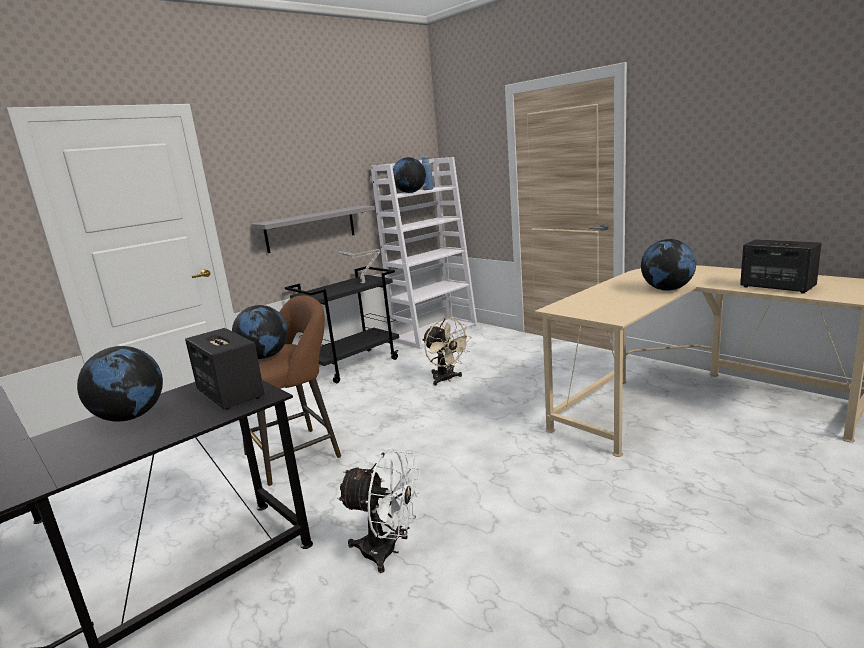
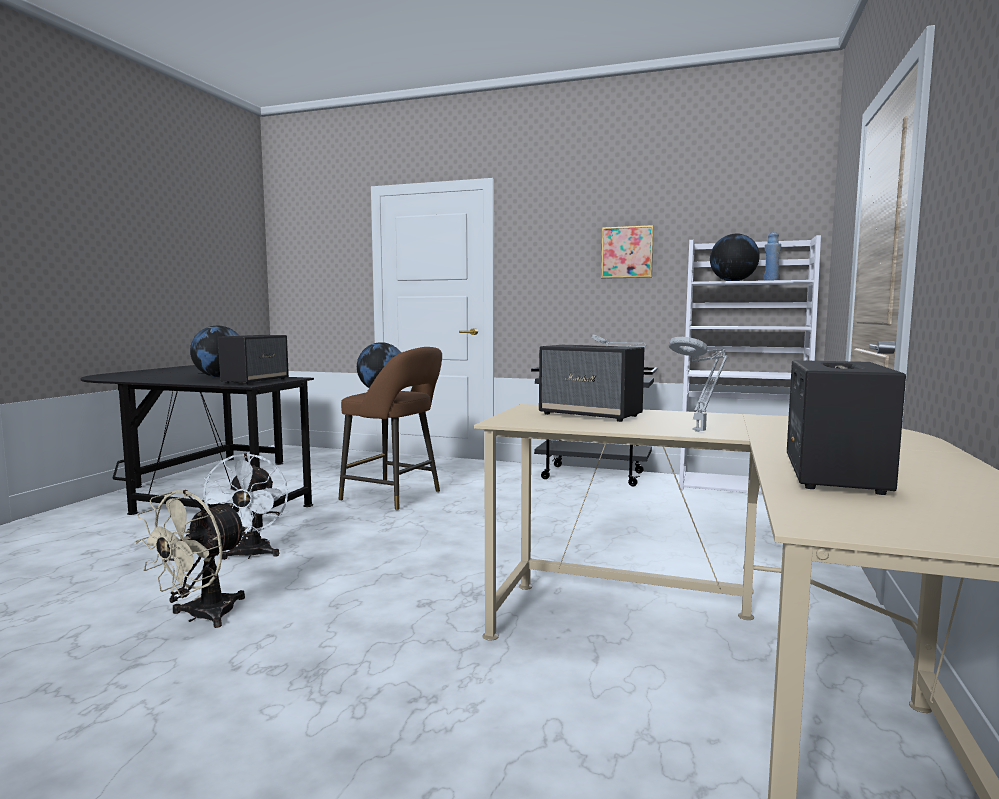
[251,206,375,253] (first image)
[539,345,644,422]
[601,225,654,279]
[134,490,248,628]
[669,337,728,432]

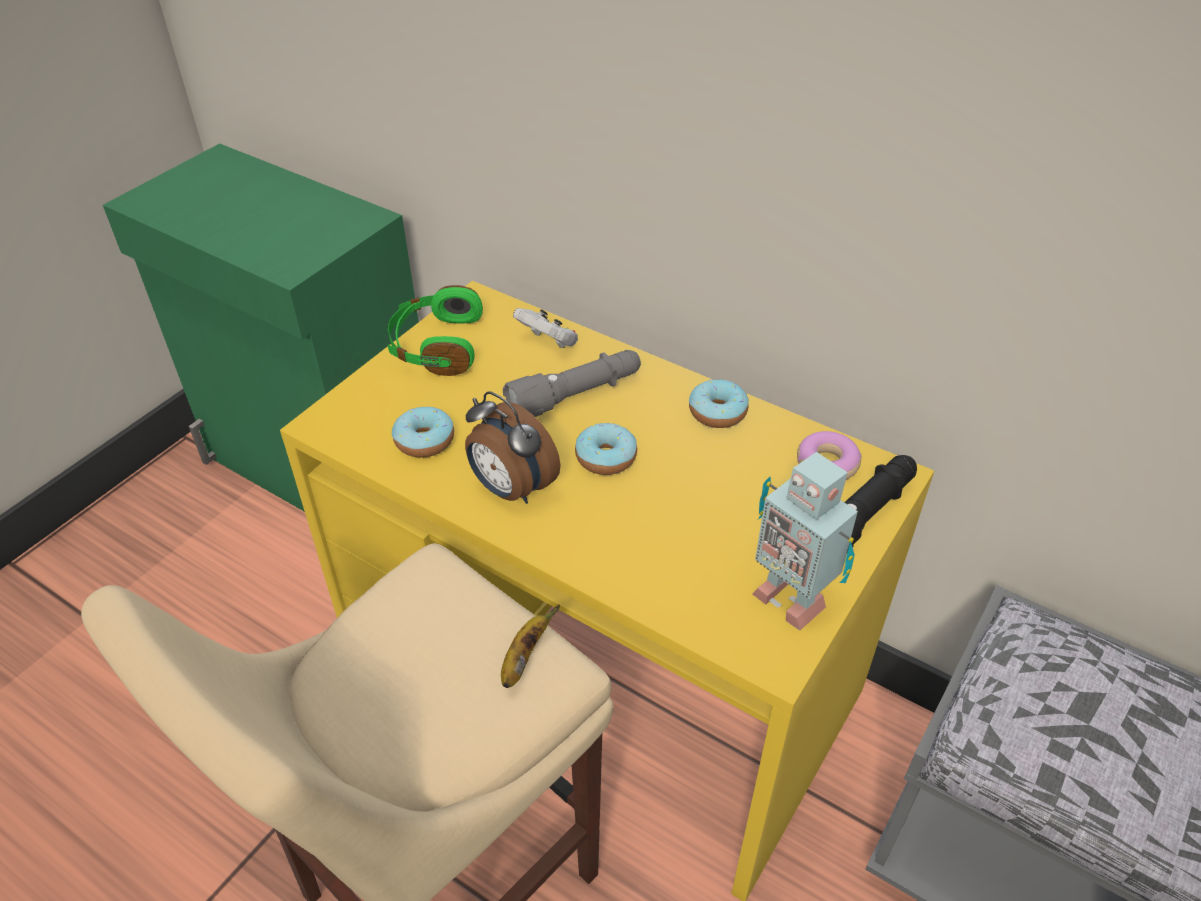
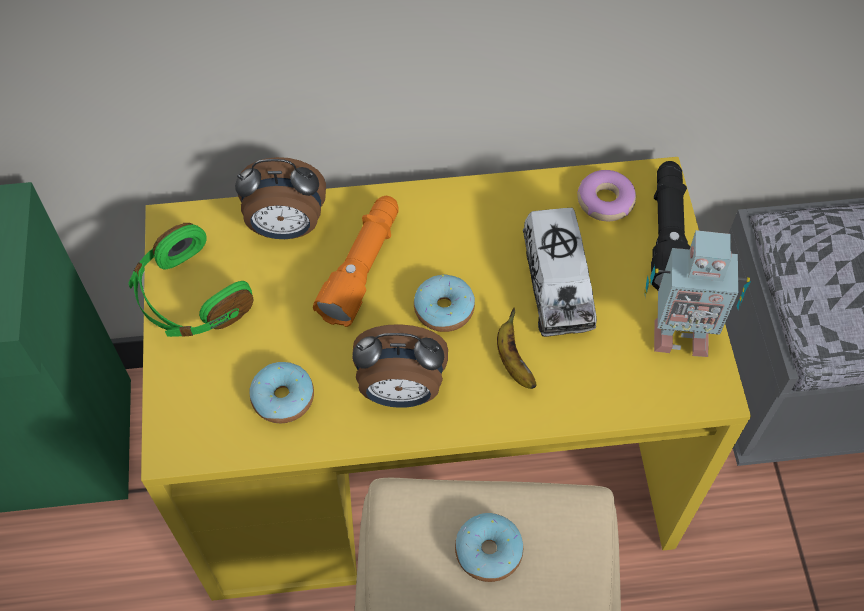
[523,208,597,337]
[497,308,537,389]
[455,513,523,582]
[235,157,326,239]
[313,196,398,327]

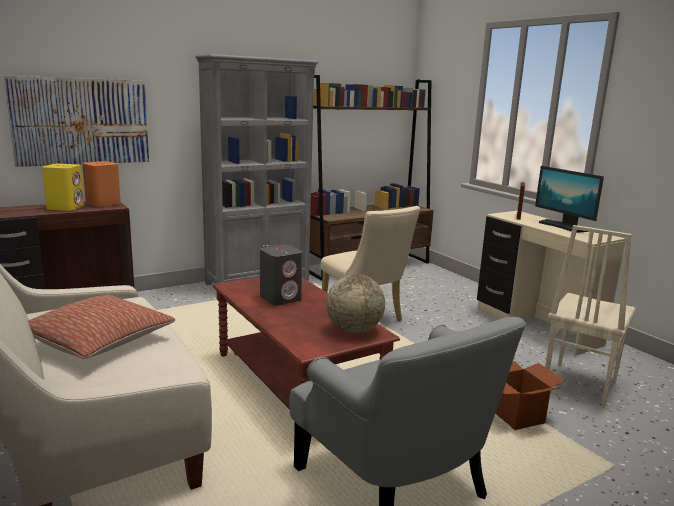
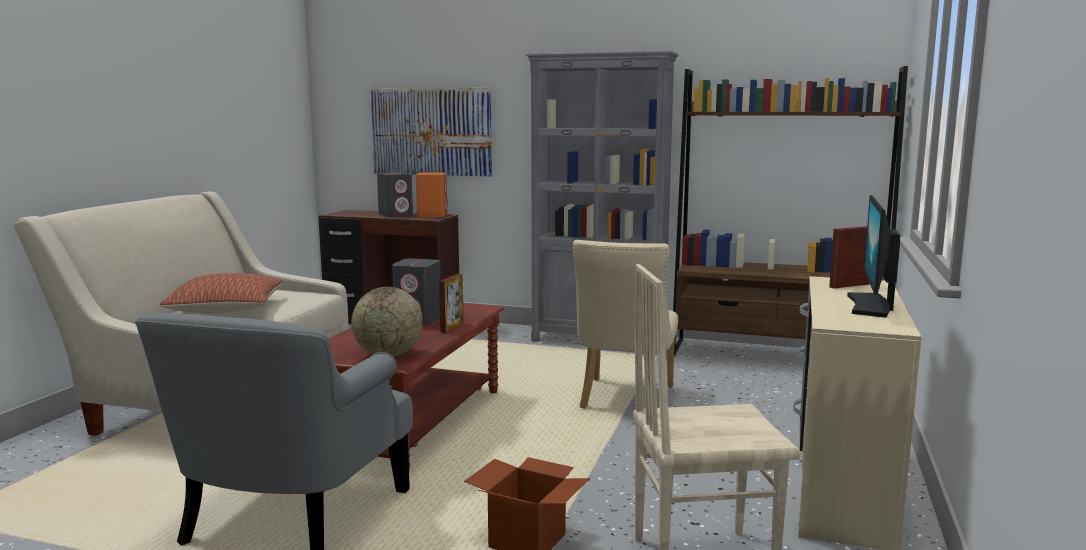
[439,273,464,333]
[377,172,413,217]

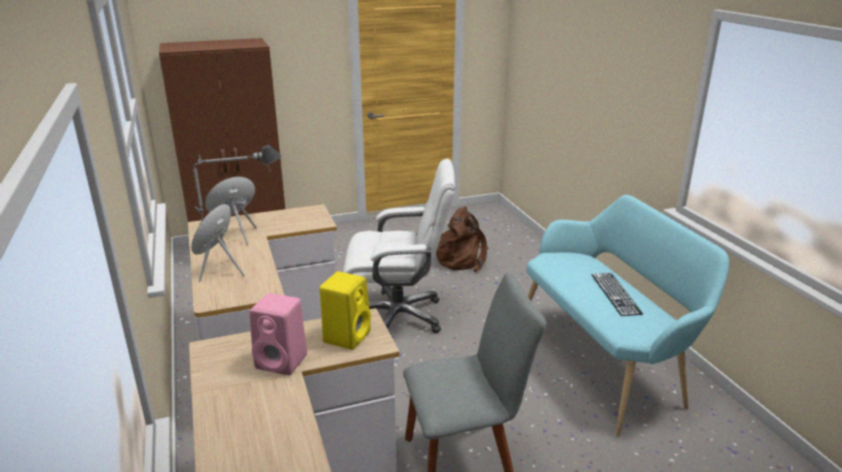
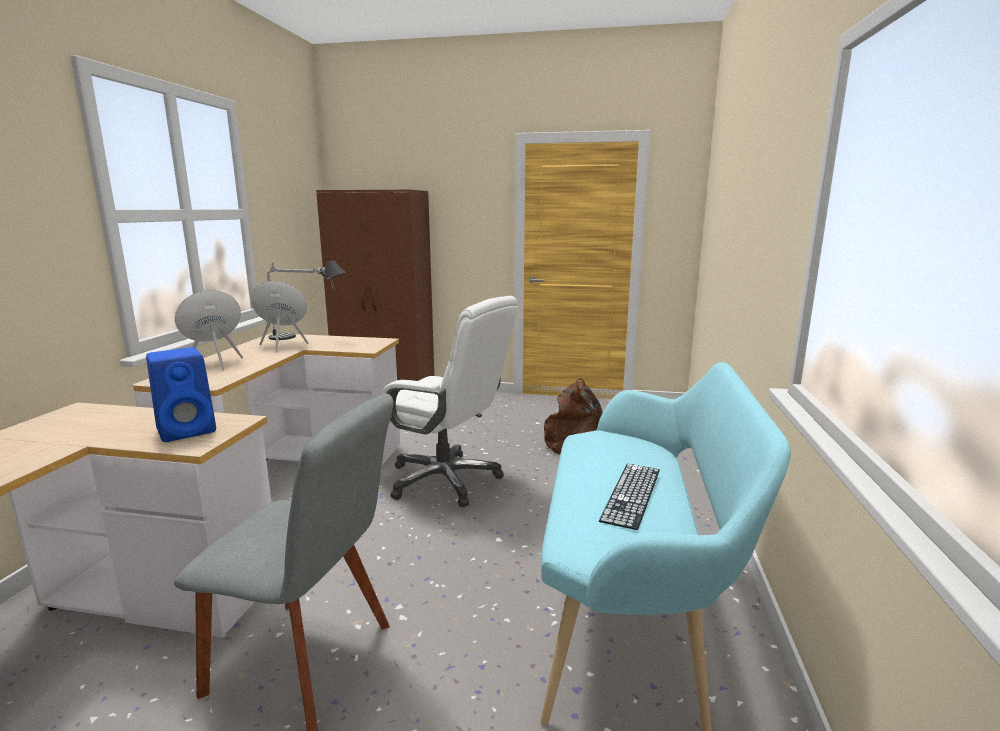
[250,293,307,375] (first image)
[146,347,216,442]

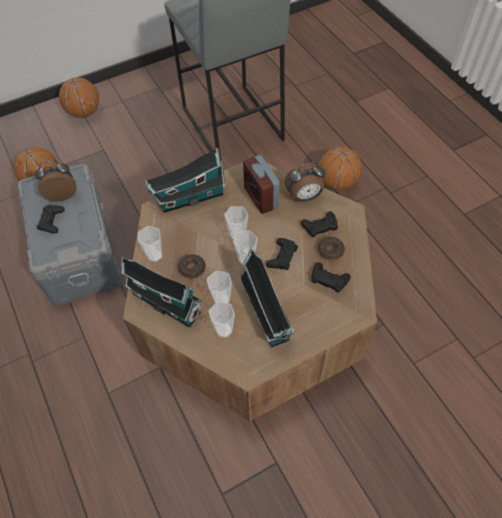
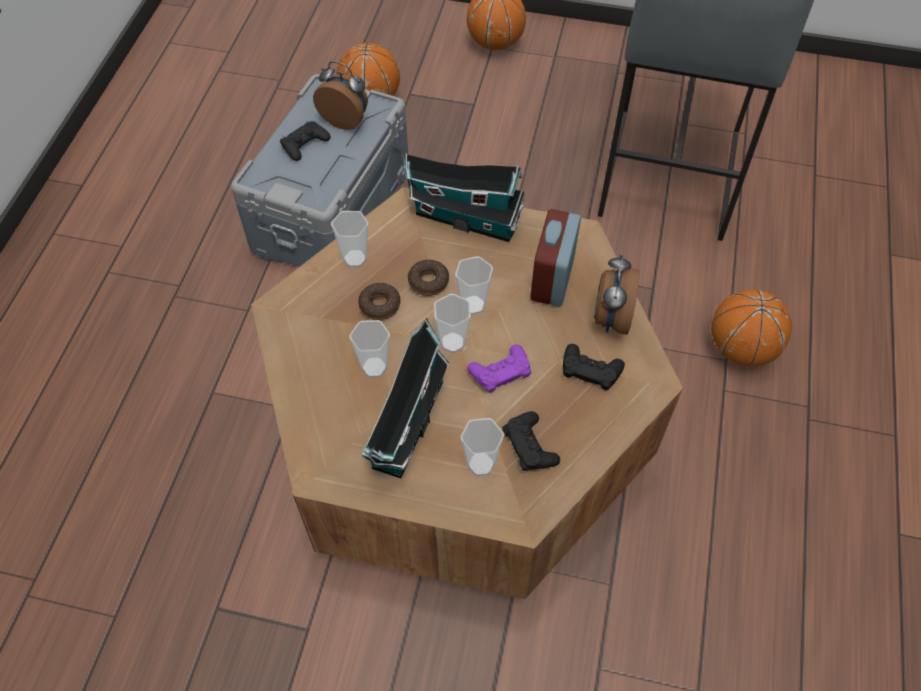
[121,257,202,328] (first image)
[461,418,504,476]
[408,260,449,296]
[467,344,531,393]
[594,254,640,335]

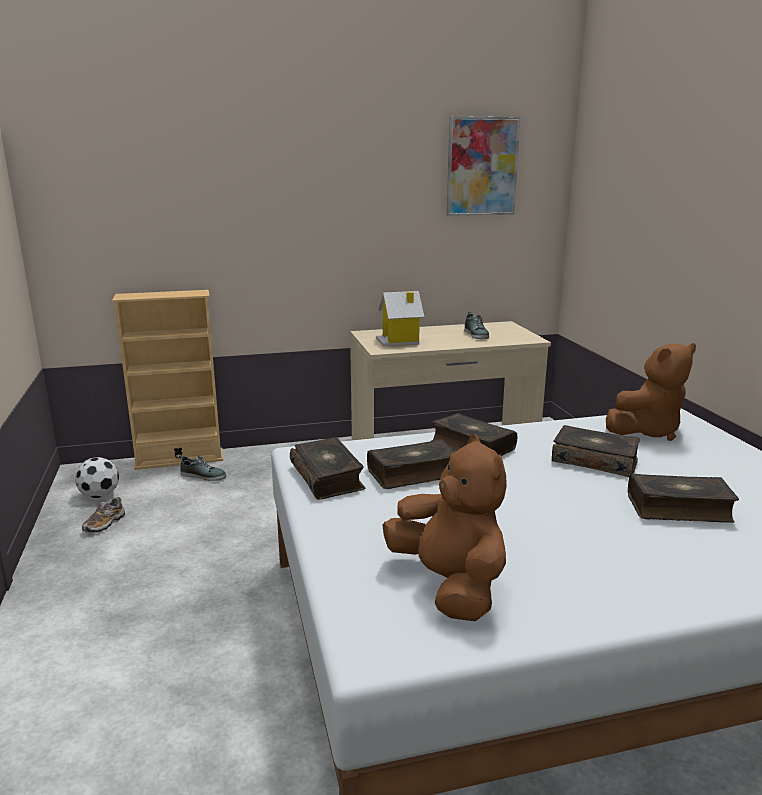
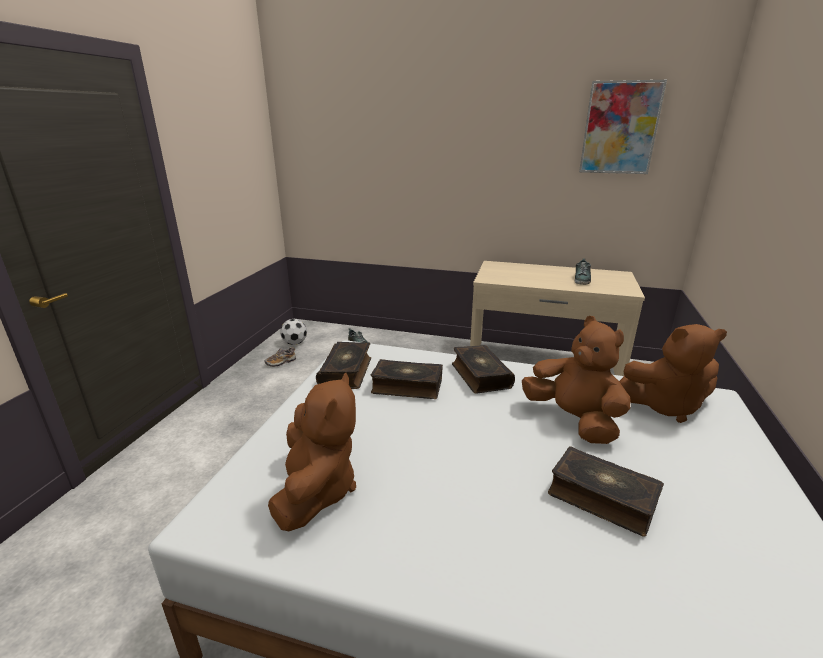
[112,290,223,470] (first image)
[376,291,424,347] (first image)
[522,316,630,444]

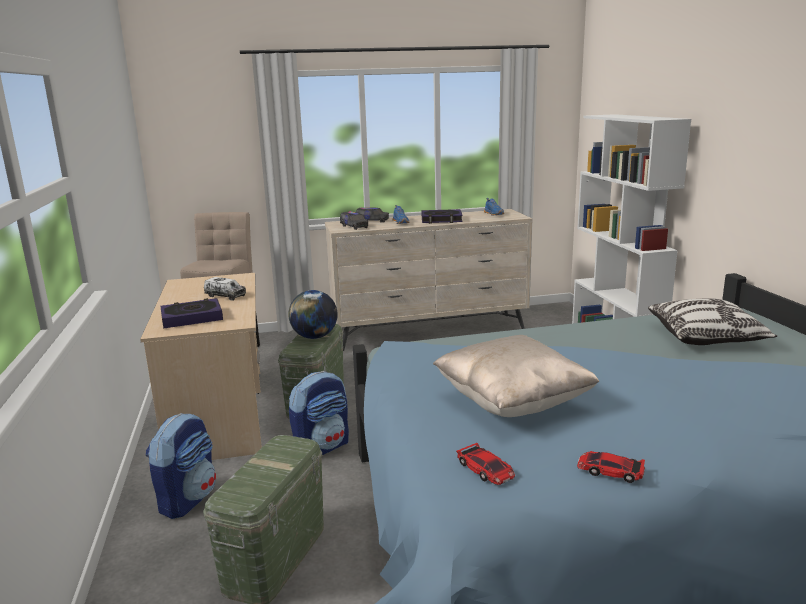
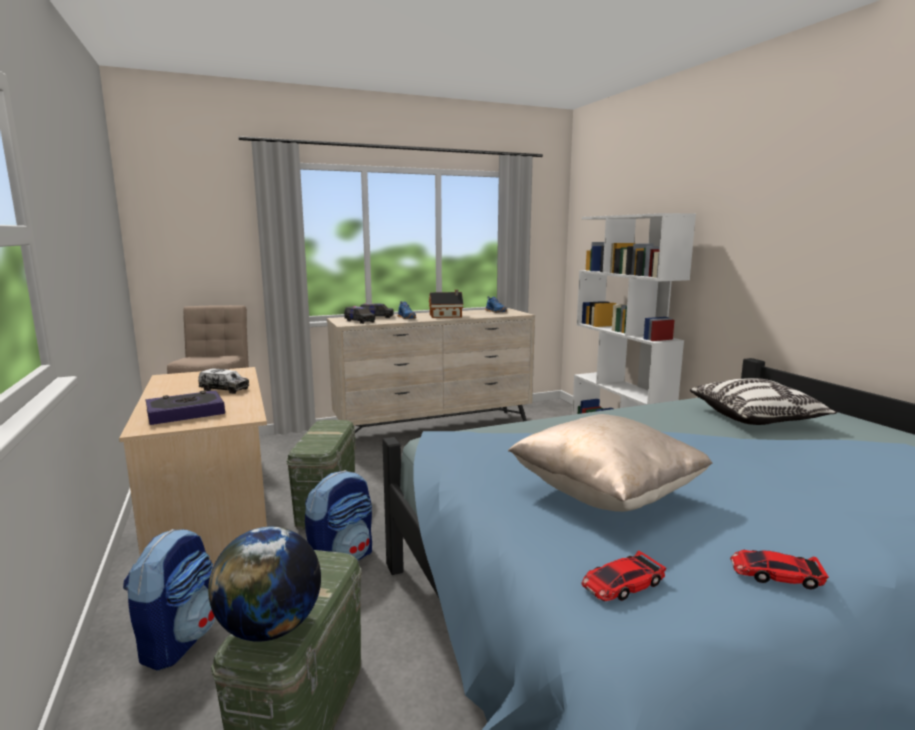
[208,527,321,642]
[429,290,464,318]
[581,551,667,601]

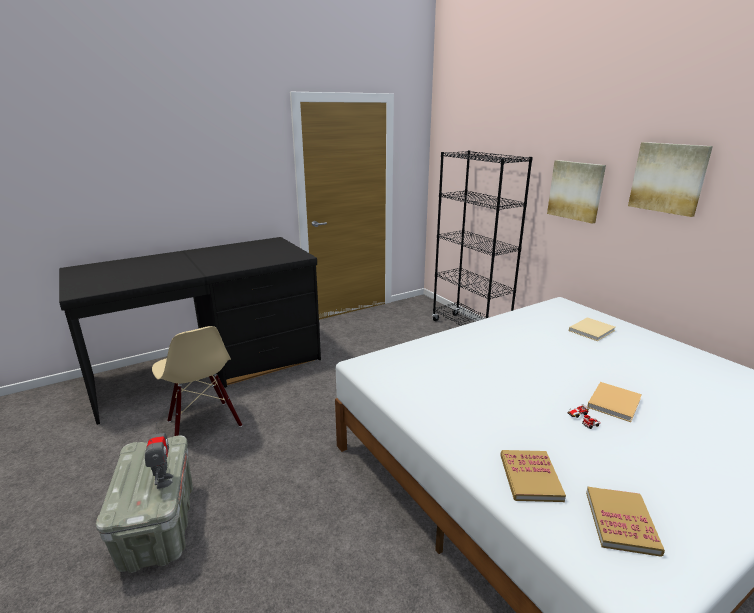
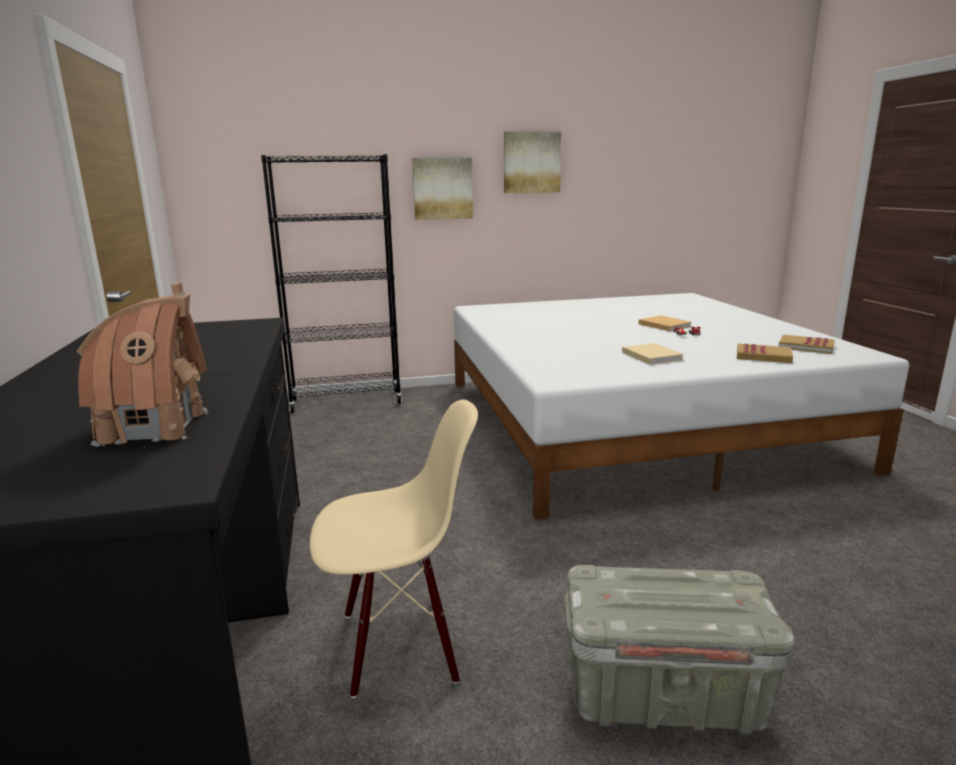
[145,422,173,489] (first image)
[76,283,208,448]
[622,343,684,364]

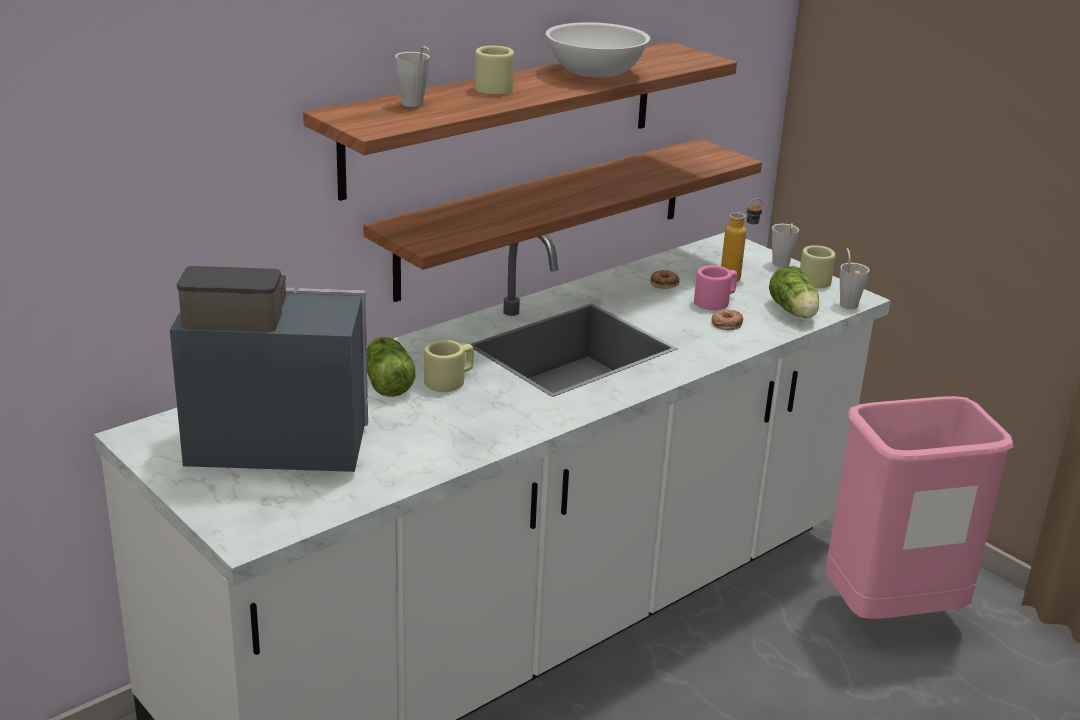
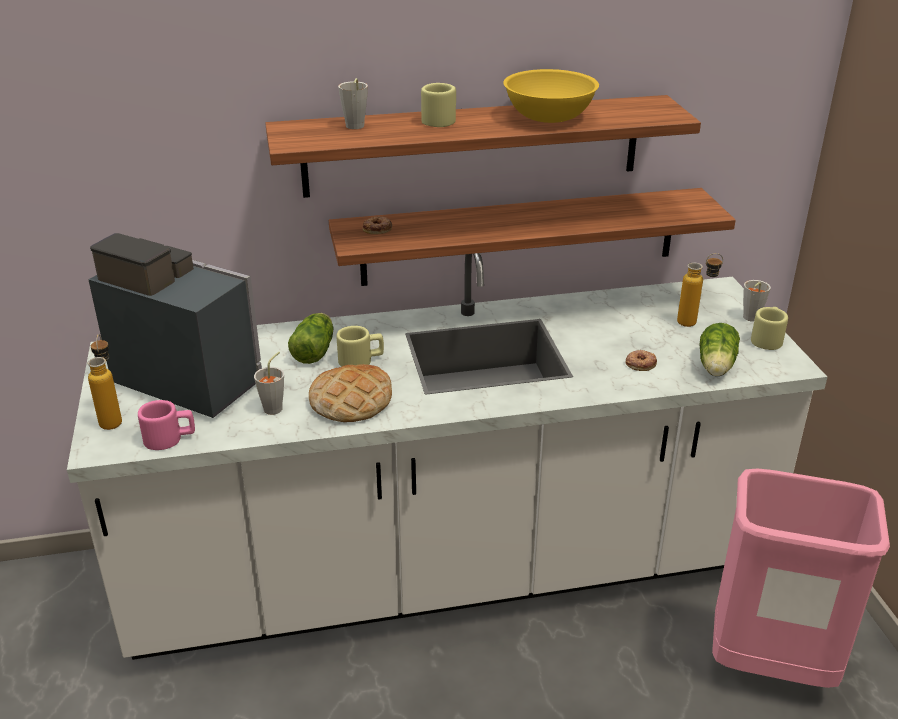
[88,334,122,430]
[309,364,392,422]
[363,216,392,234]
[138,400,195,450]
[254,352,284,415]
[503,69,599,123]

